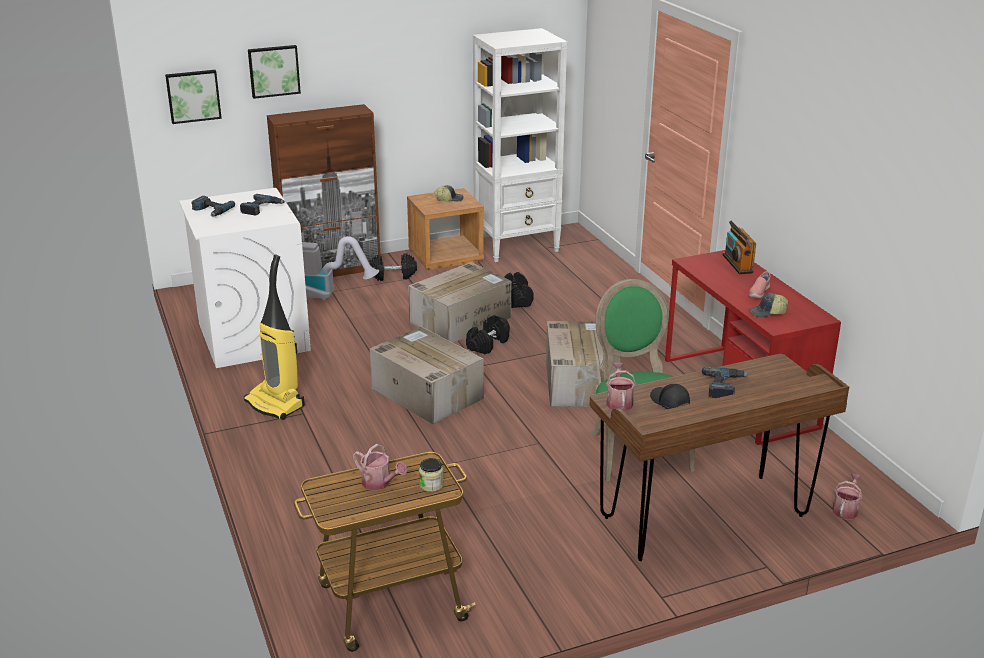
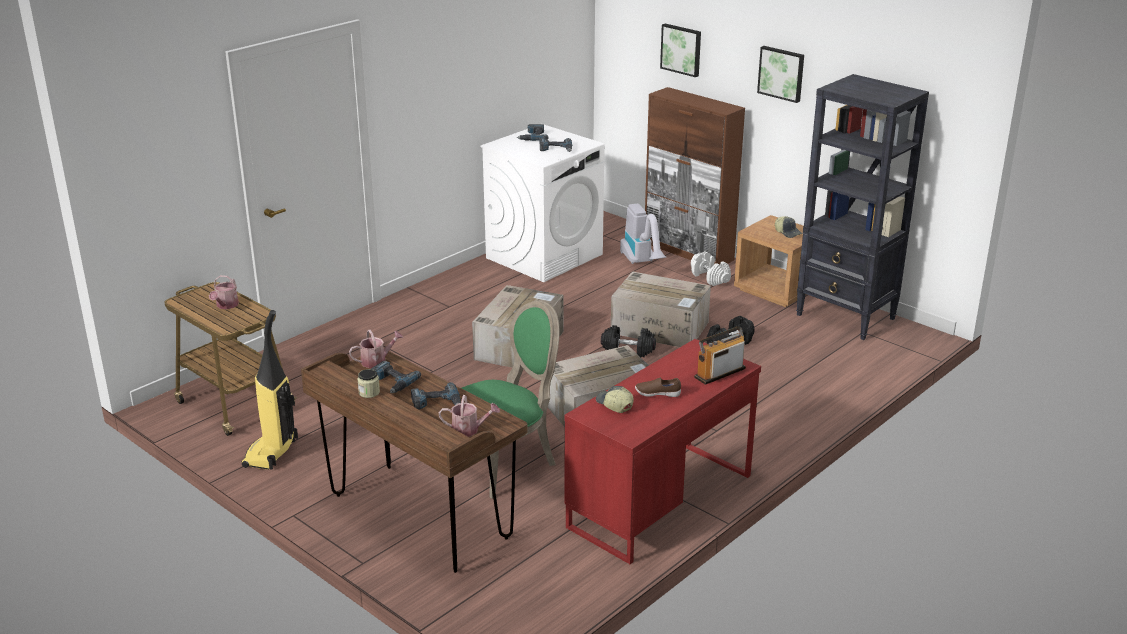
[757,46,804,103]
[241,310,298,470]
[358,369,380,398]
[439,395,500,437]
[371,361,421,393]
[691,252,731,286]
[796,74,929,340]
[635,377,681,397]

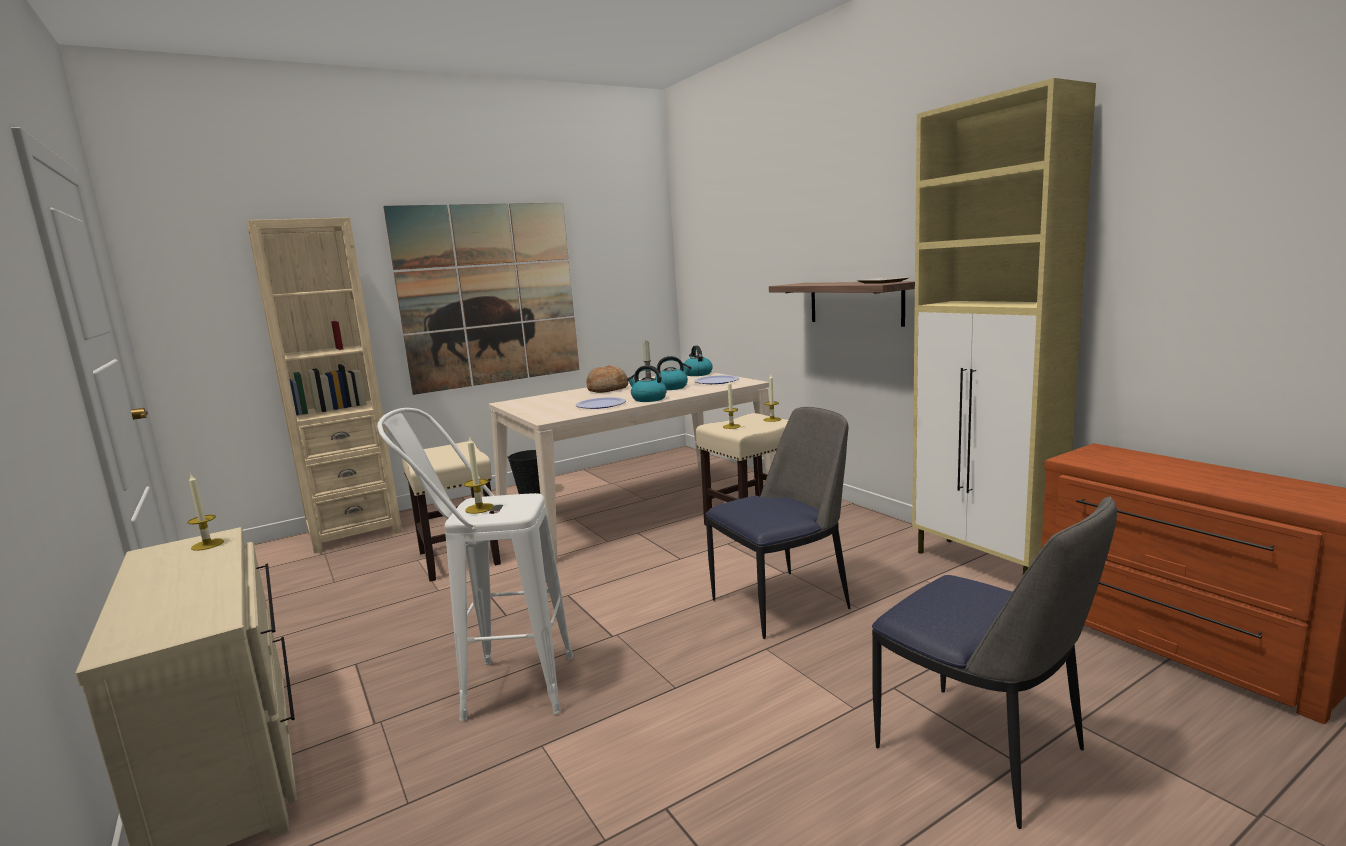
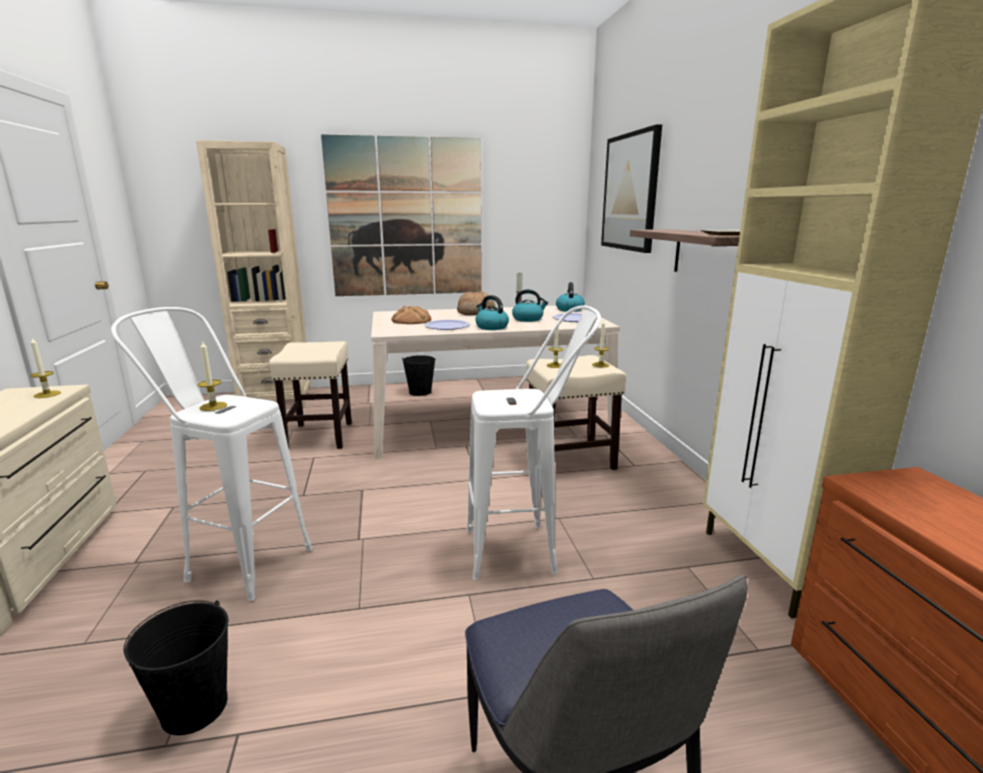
[123,600,228,735]
[391,306,431,324]
[601,124,662,253]
[467,305,601,580]

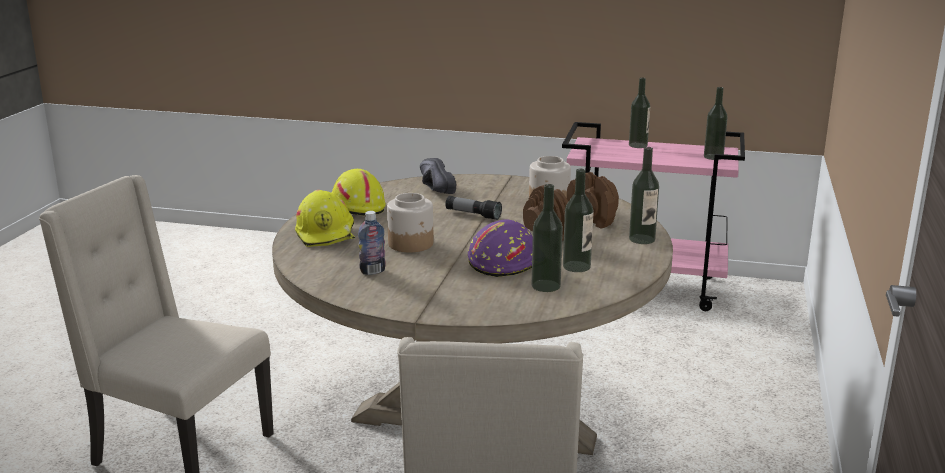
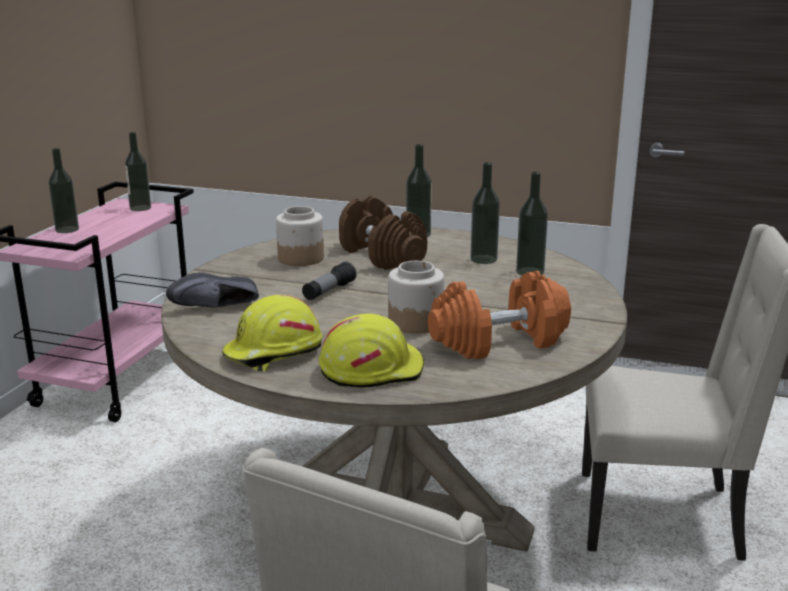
[468,220,533,277] (first image)
[428,271,571,359]

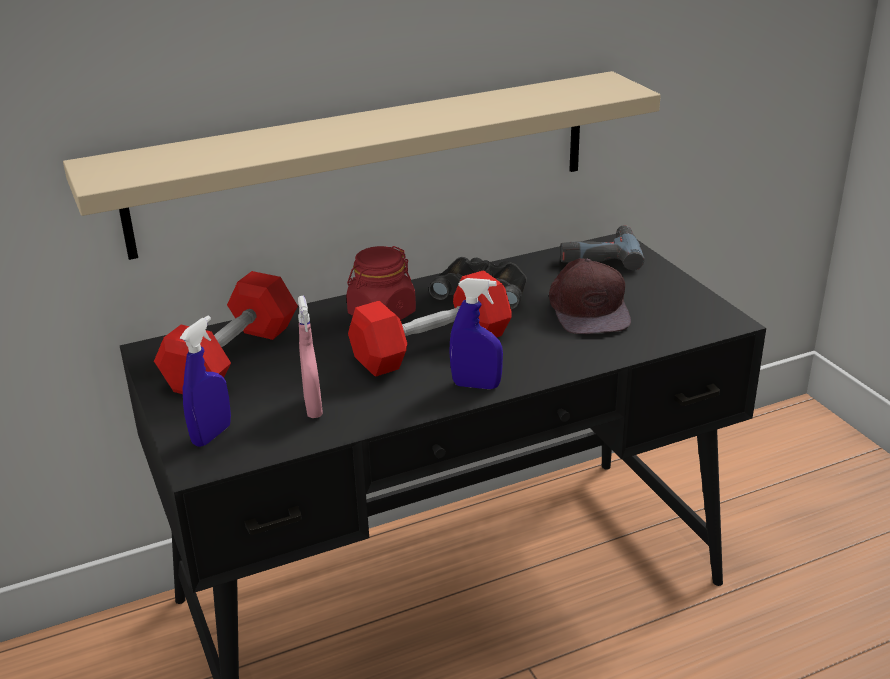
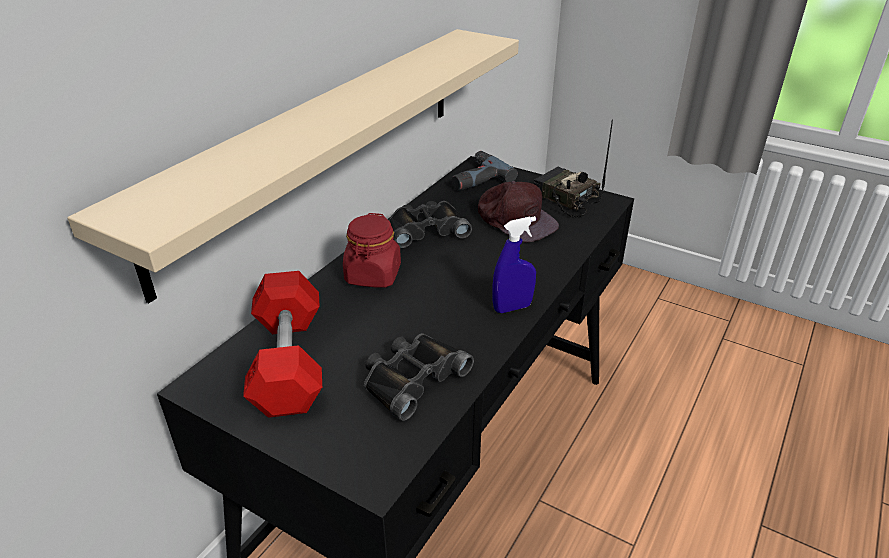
[180,316,231,447] (first image)
[348,270,512,377] (first image)
[534,119,613,218]
[364,333,474,421]

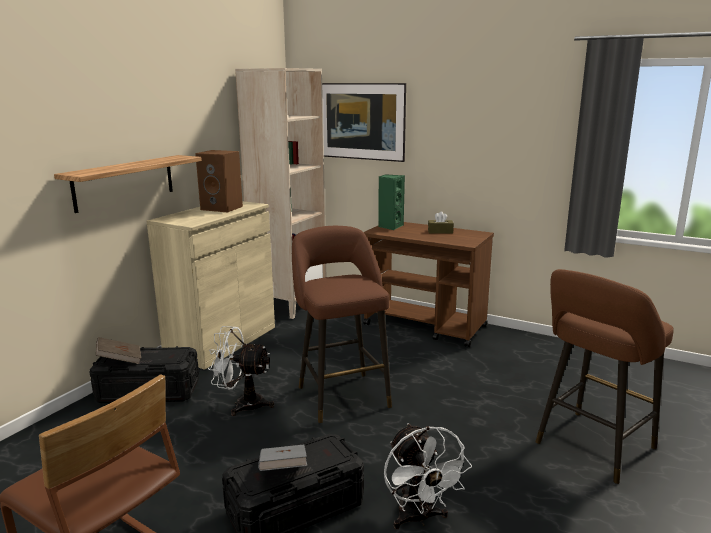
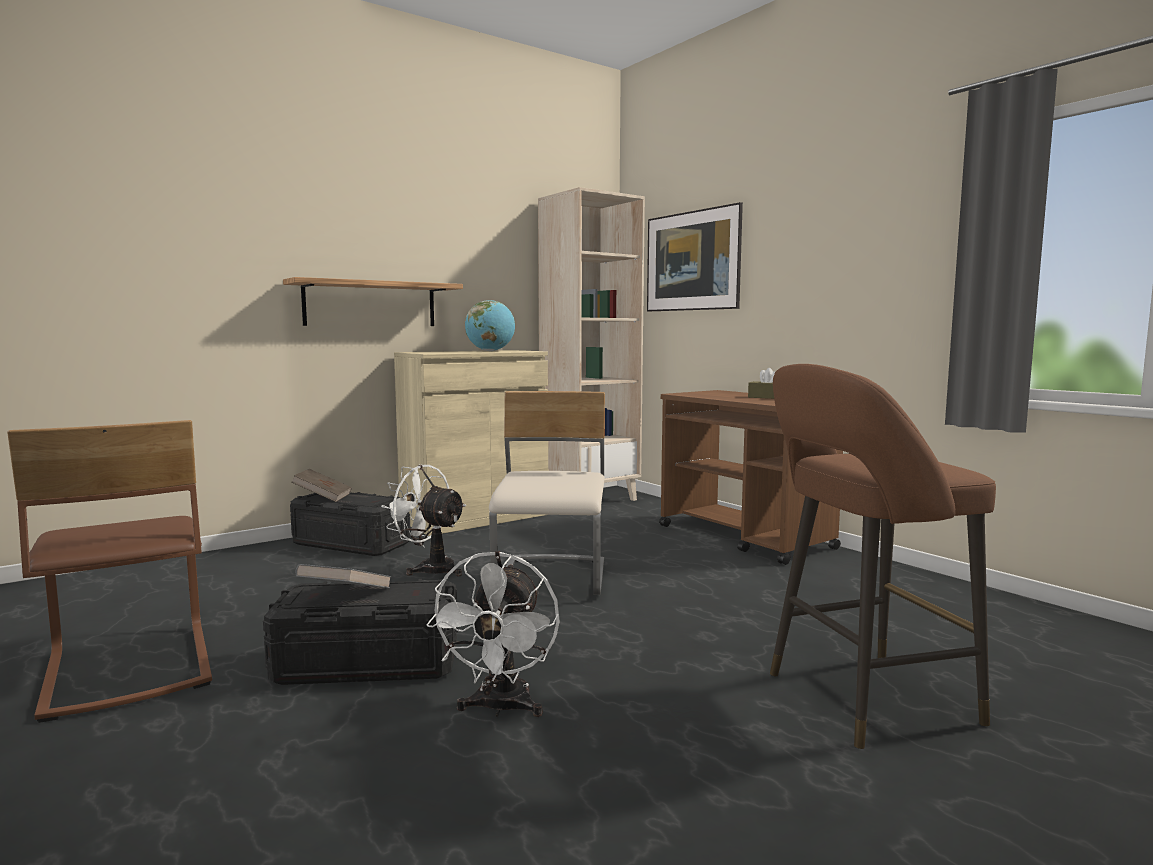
[378,174,405,230] (first image)
[465,300,515,351]
[489,391,605,595]

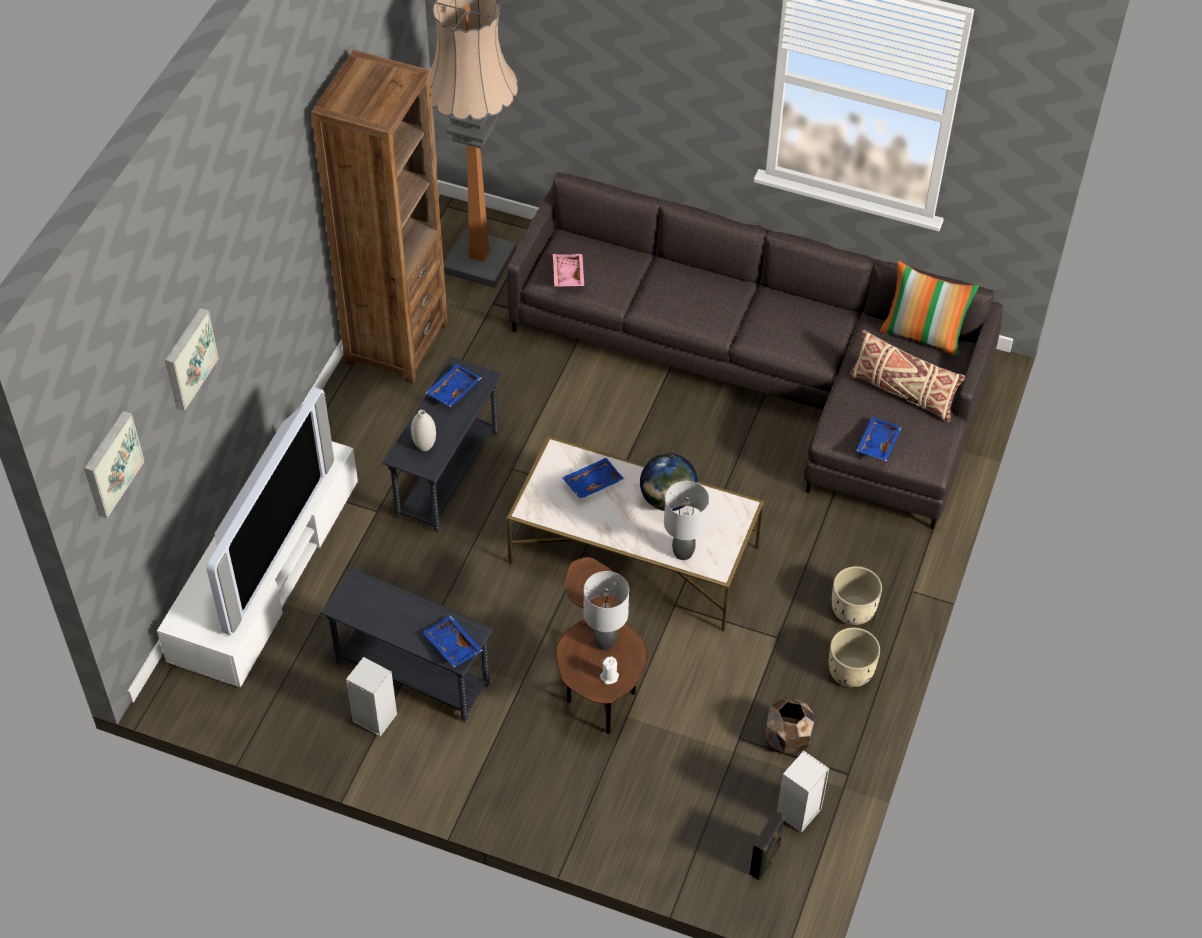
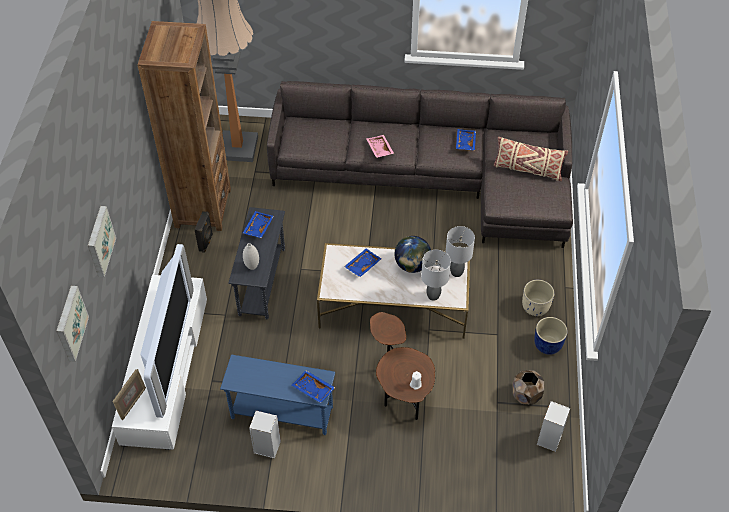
[880,261,979,357] (first image)
[113,369,146,420]
[366,135,394,158]
[445,226,475,277]
[194,211,213,253]
[456,129,476,151]
[220,355,335,435]
[534,317,568,355]

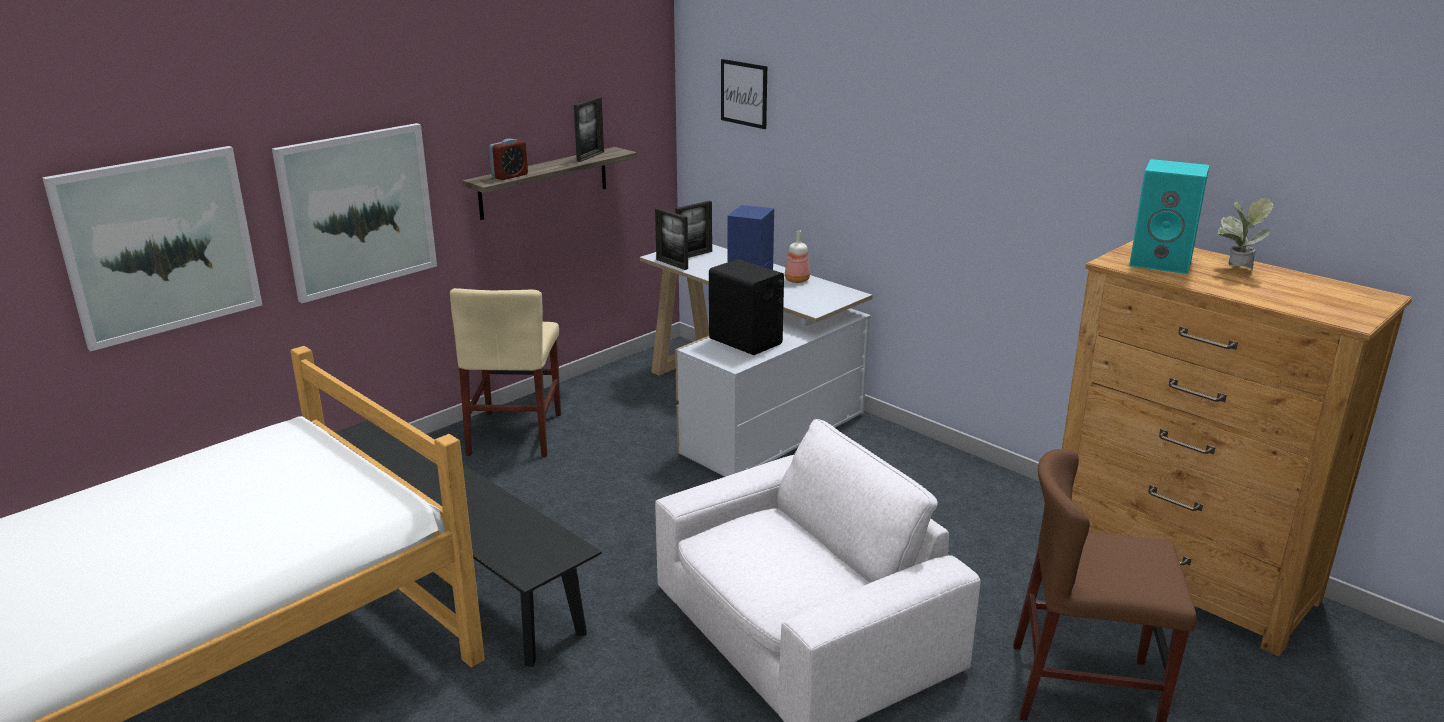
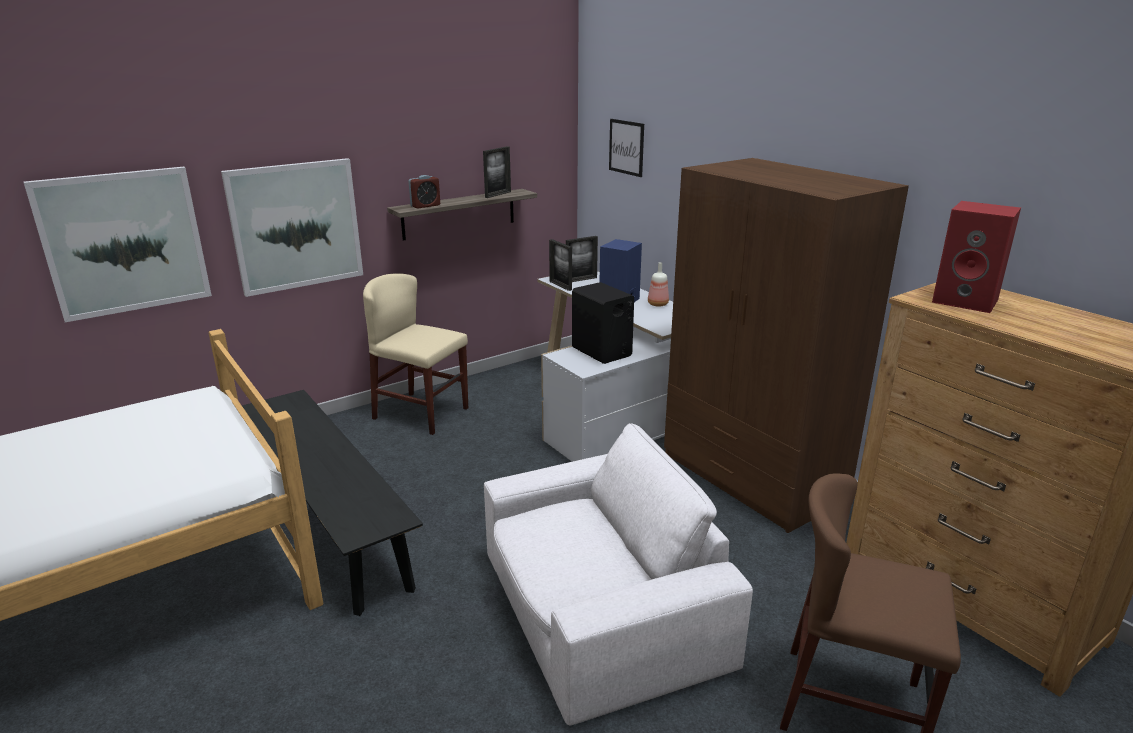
[1218,198,1274,270] (first image)
[664,158,909,533]
[932,201,1021,313]
[363,273,468,435]

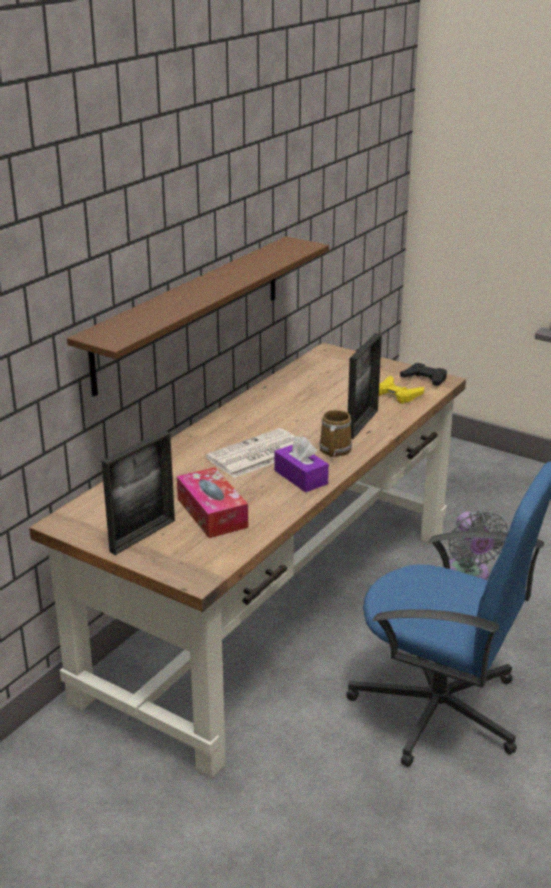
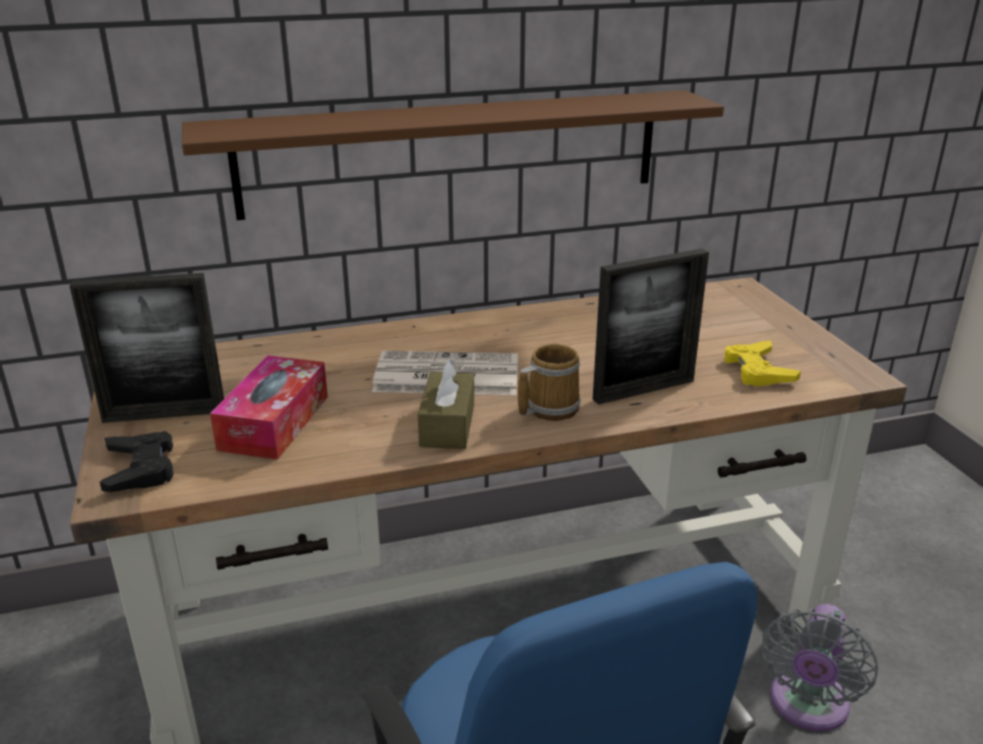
[100,431,174,492]
[418,358,474,449]

